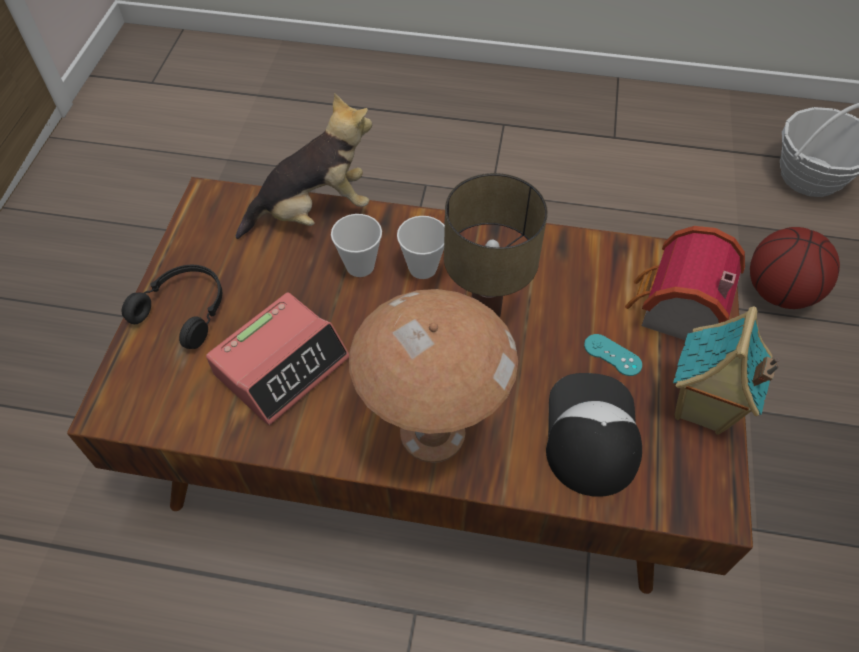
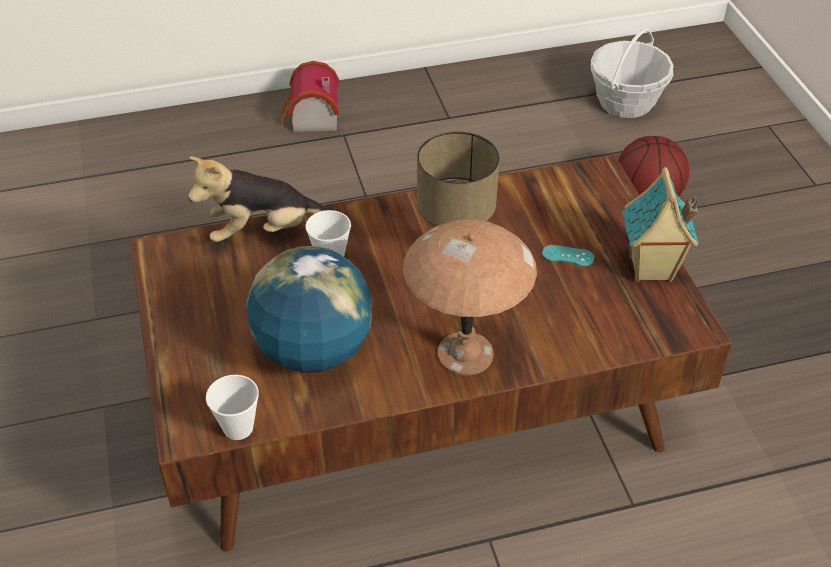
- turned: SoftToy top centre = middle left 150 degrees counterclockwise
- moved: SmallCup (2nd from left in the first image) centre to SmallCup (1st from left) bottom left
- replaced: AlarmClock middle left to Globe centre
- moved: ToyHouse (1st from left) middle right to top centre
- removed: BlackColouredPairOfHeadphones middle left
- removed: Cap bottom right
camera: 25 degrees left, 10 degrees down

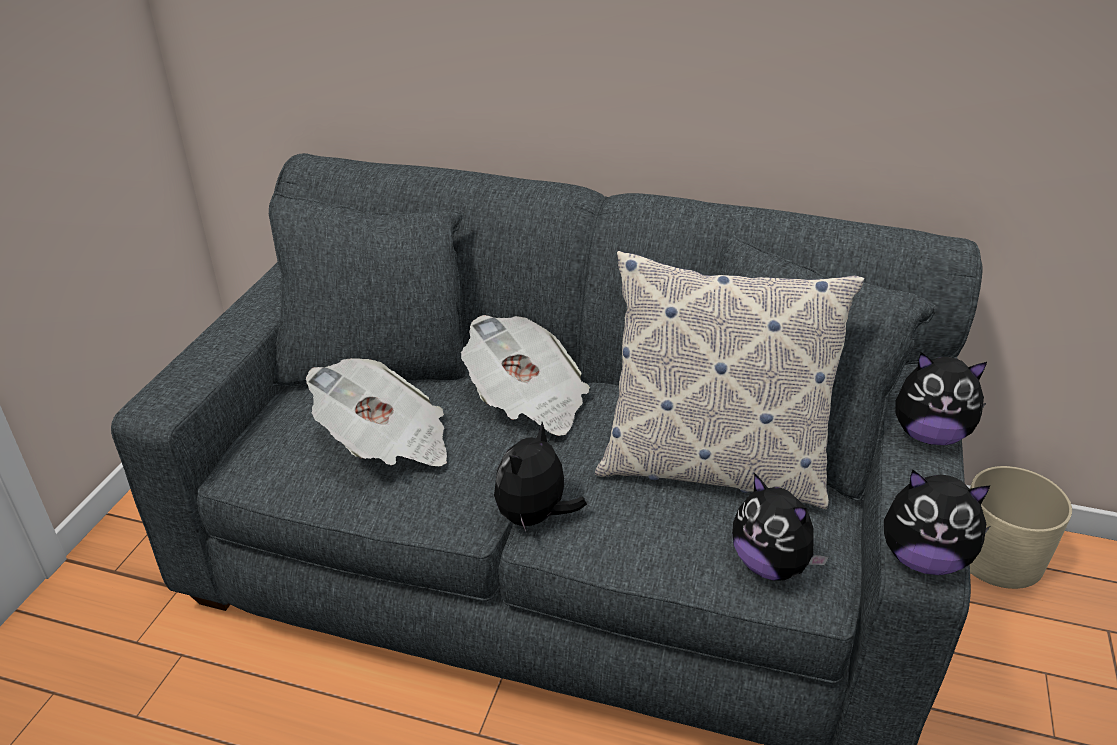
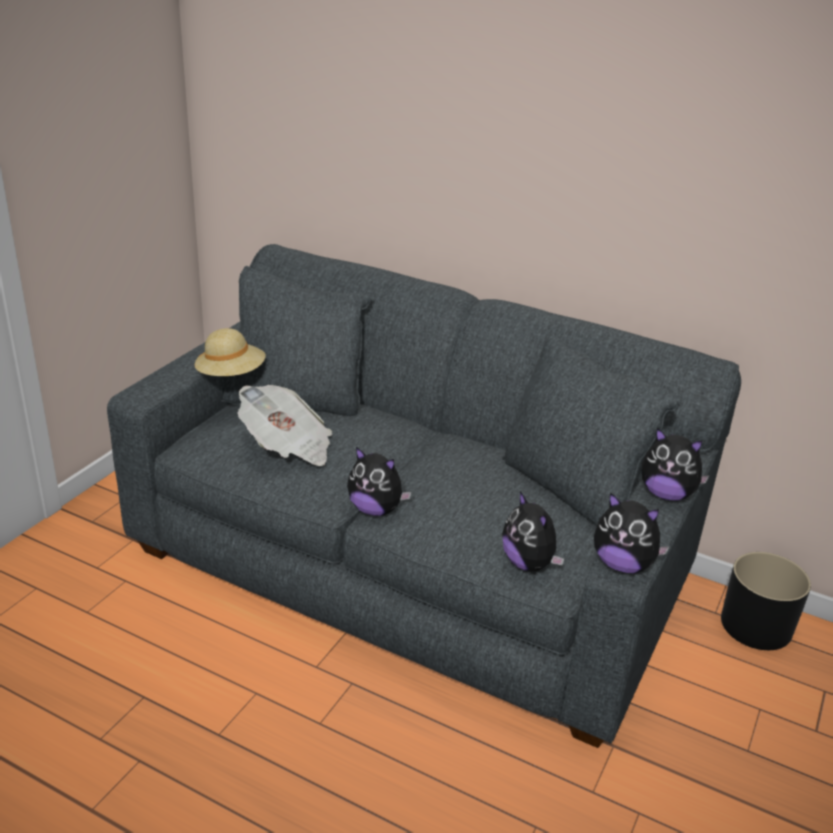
- added: BeigeColouredHat middle left
- turned: SoftToy (1st from left) centre = centre 105 degrees counterclockwise
- recoloured: BeigeColouredPlanter bottom right to BlackColouredPlanter bottom right
- removed: DailyPaper (2nd from left) centre
- removed: ThrowPillow centre
camera: 10 degrees right, 5 degrees down

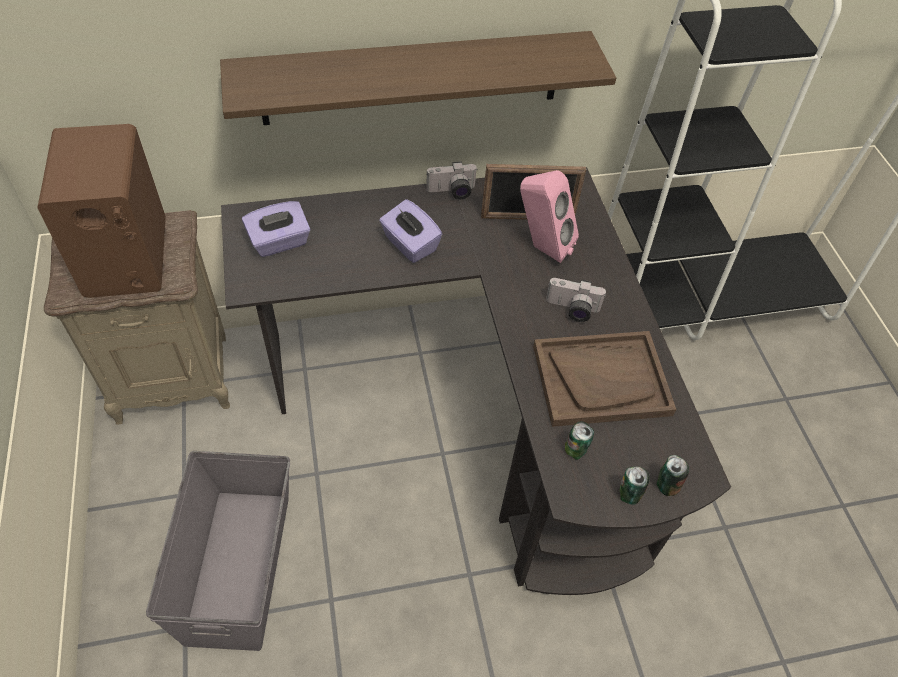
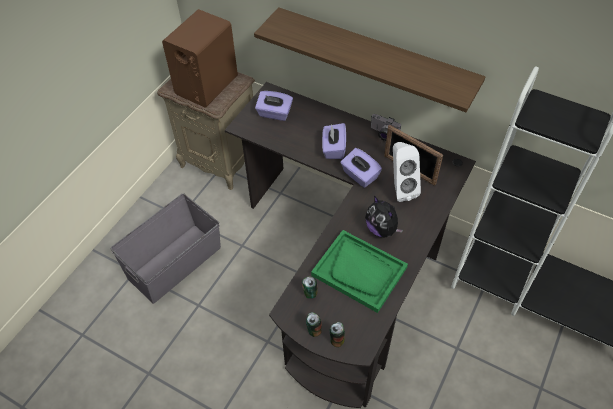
- recoloured: BrownishCarryingTray middle right to GreenishCarryingTray centre
- added: PurpleTissueHolder (3rd from left) centre
- replaced: PhotoCamera (2nd from left) centre to SoftToy centre
- recoloured: PinkColouredSpeaker top centre to WhiteColouredSpeaker centre
camera: 45 degrees right, 0 degrees up

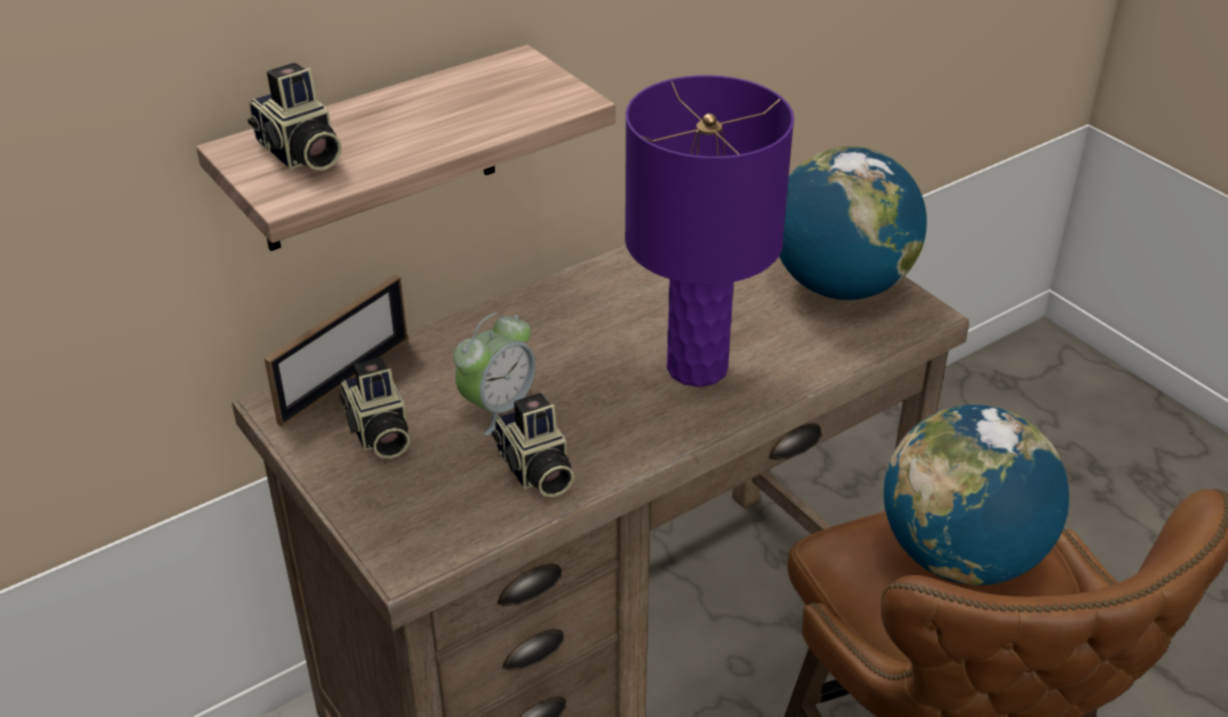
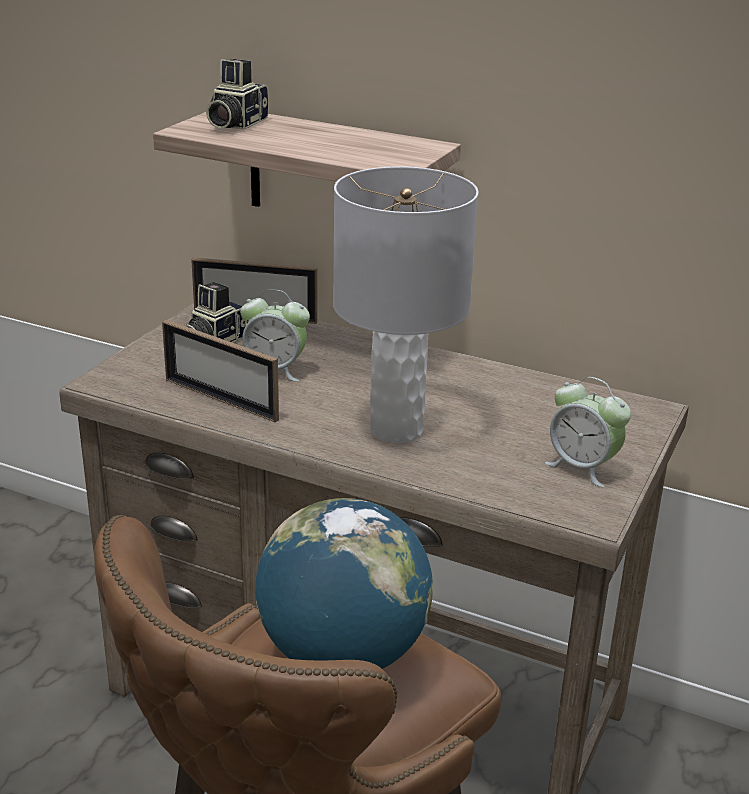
- replaced: PhotoCamera (3rd from left) centre to PictureFrame (1st from left) middle left
- recoloured: PurpleLampForATable top centre to GrayLampForATable centre
- replaced: Globe (1st from left) top right to AlarmClock (2nd from left) middle right
camera: 60 degrees right, 10 degrees down

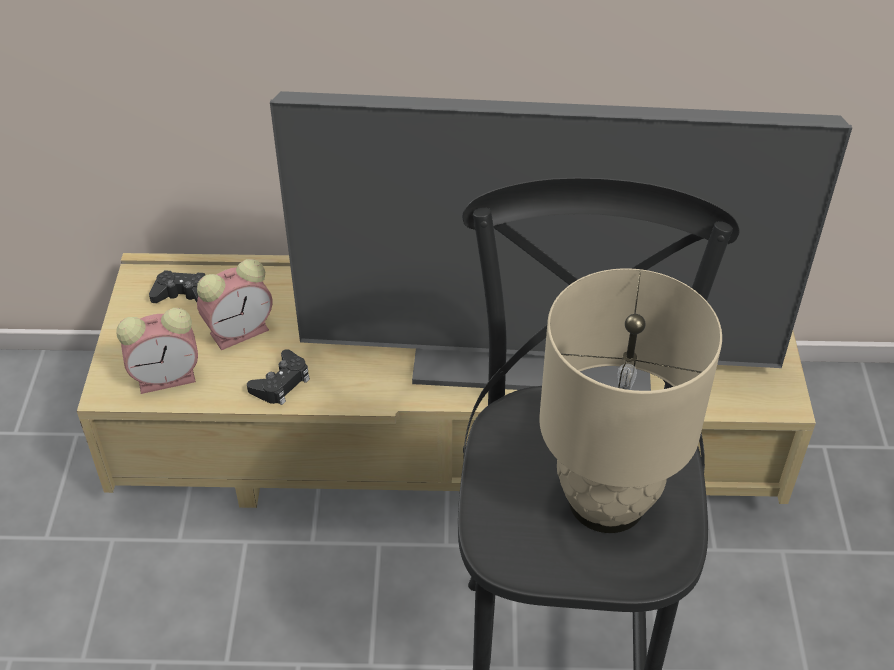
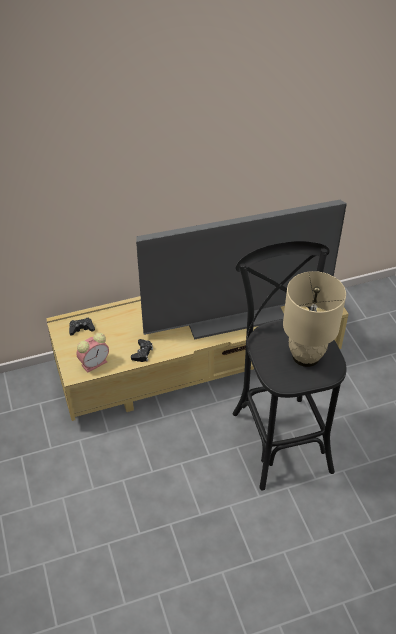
- removed: AlarmClock (2nd from left) middle left
camera: 20 degrees left, 0 degrees up

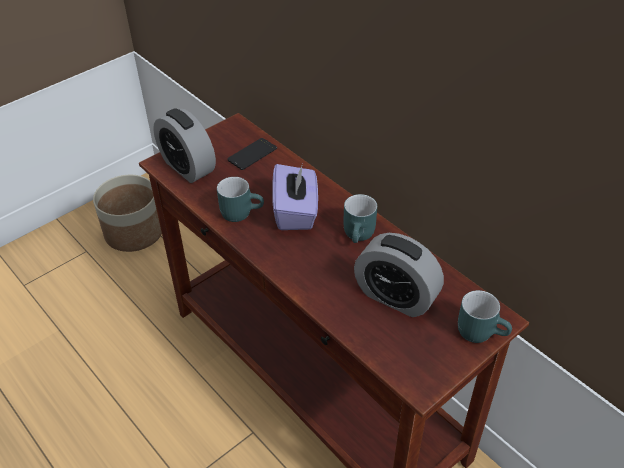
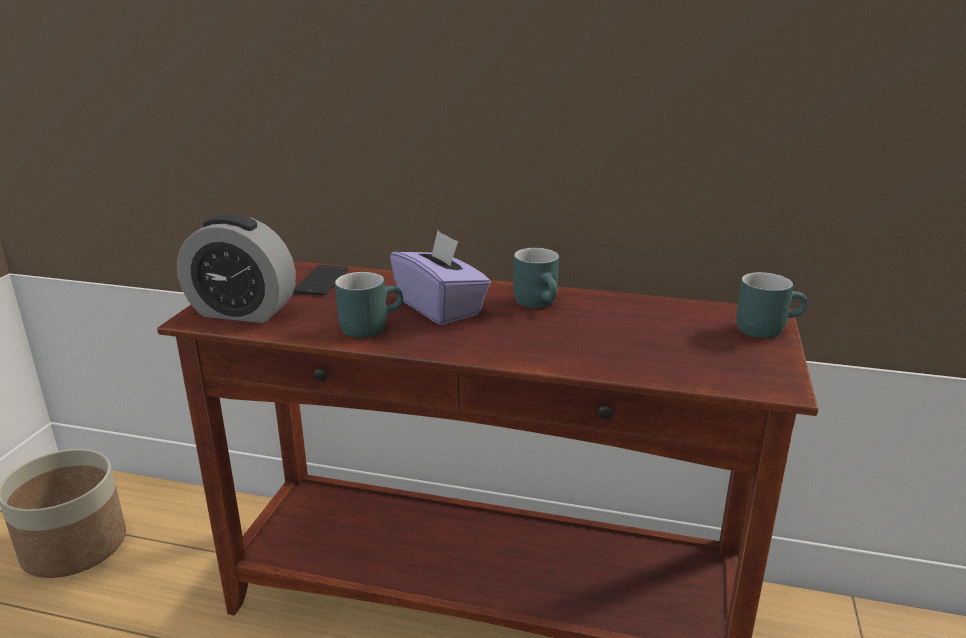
- removed: AlarmClock (2nd from left) centre
camera: 35 degrees left, 20 degrees down

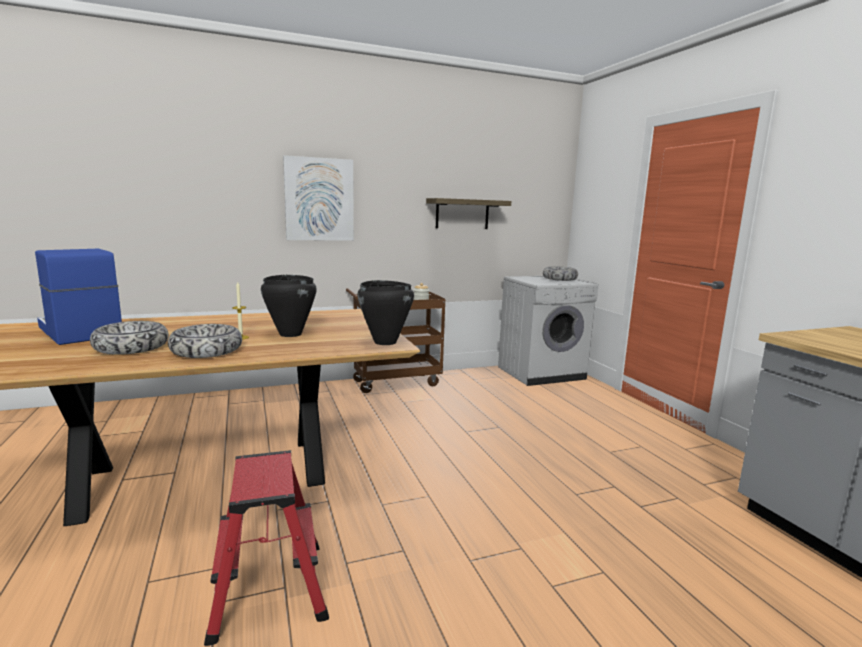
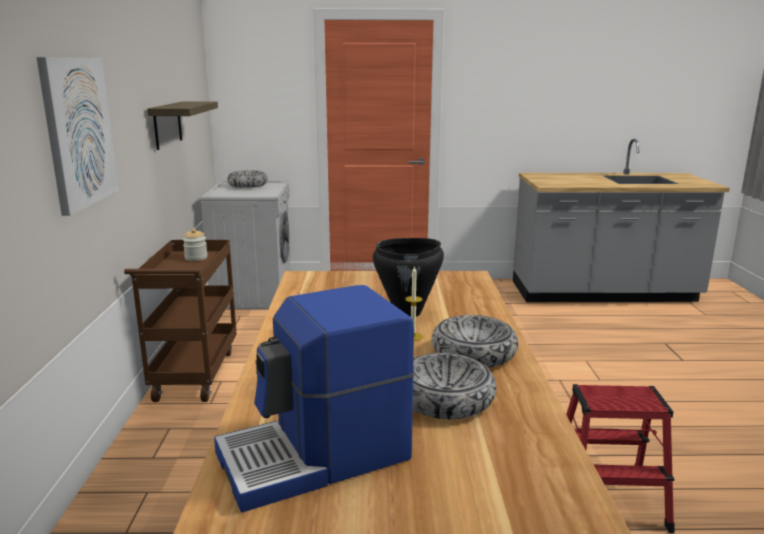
- removed: BlackColouredCookingPot (2nd from left) centre
camera: 70 degrees left, 5 degrees up

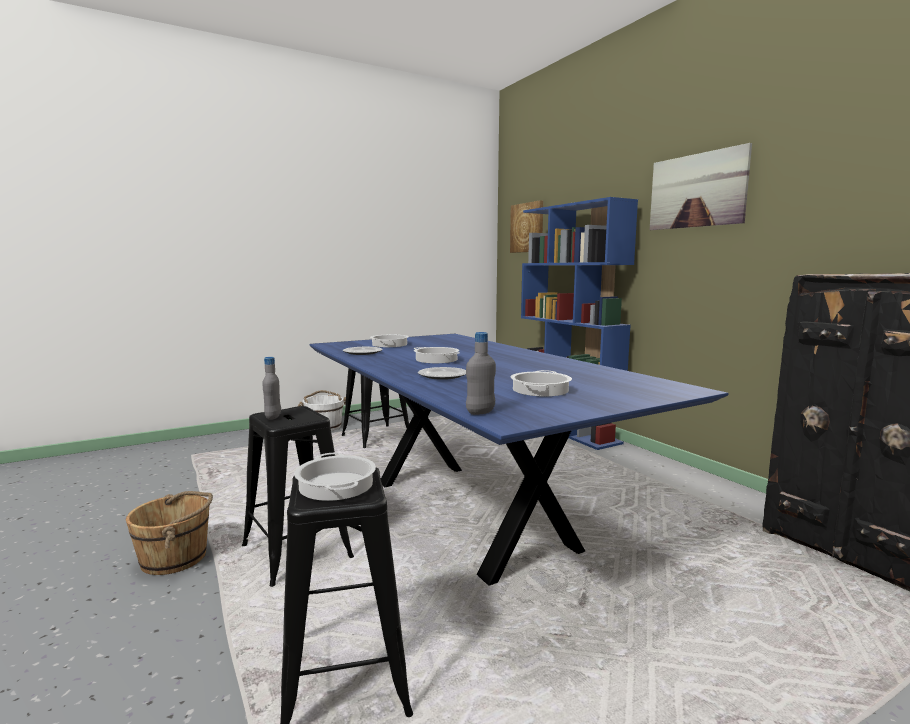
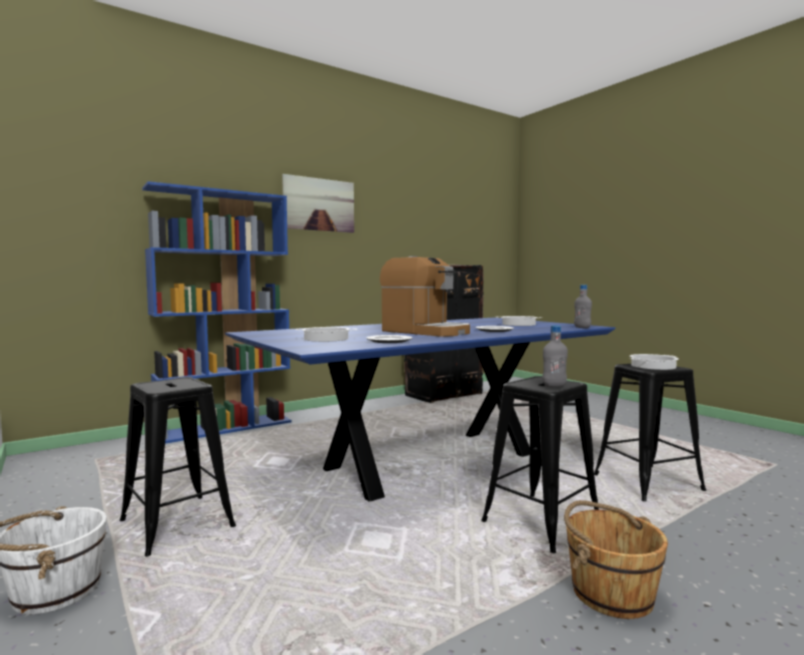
- replaced: CookingPot (3rd from left) centre to CoffeeMachine centre
- removed: WallPicture (1st from left) top centre
camera: 95 degrees left, 5 degrees down

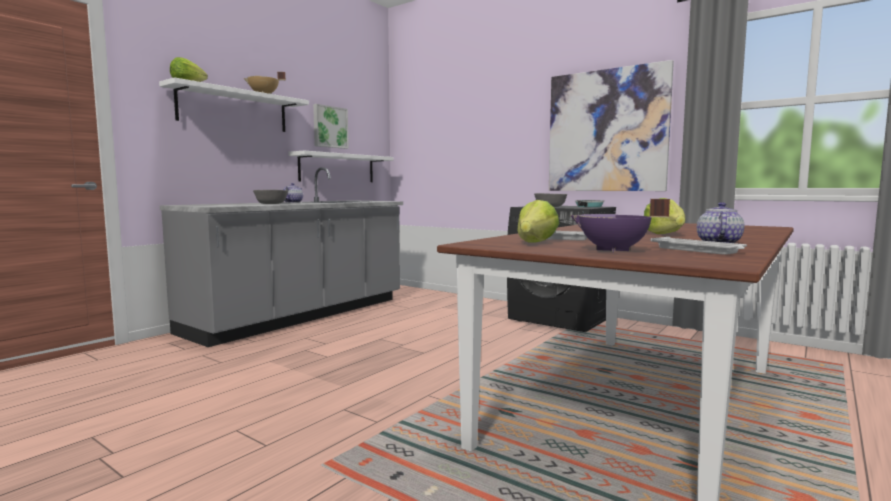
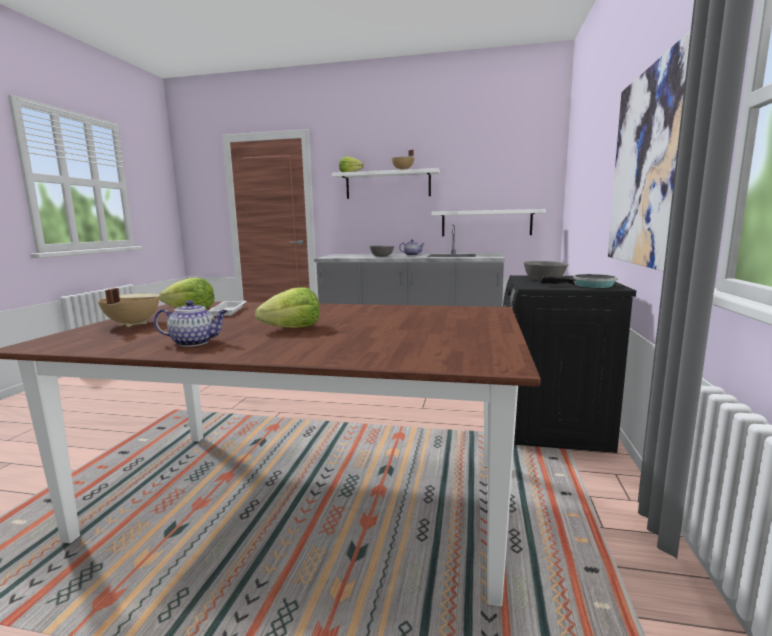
- recoloured: PurpleCookingPot middle right to BeigeColouredCookingPot (1st from left) middle left
- removed: WallPicture (1st from left) top centre
- removed: WhiteColouredCarryingTray (2nd from left) middle right
camera: 65 degrees right, 5 degrees up

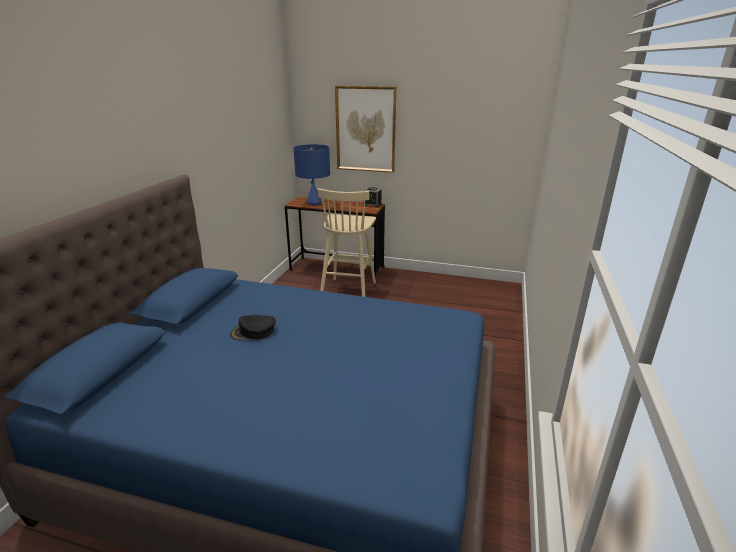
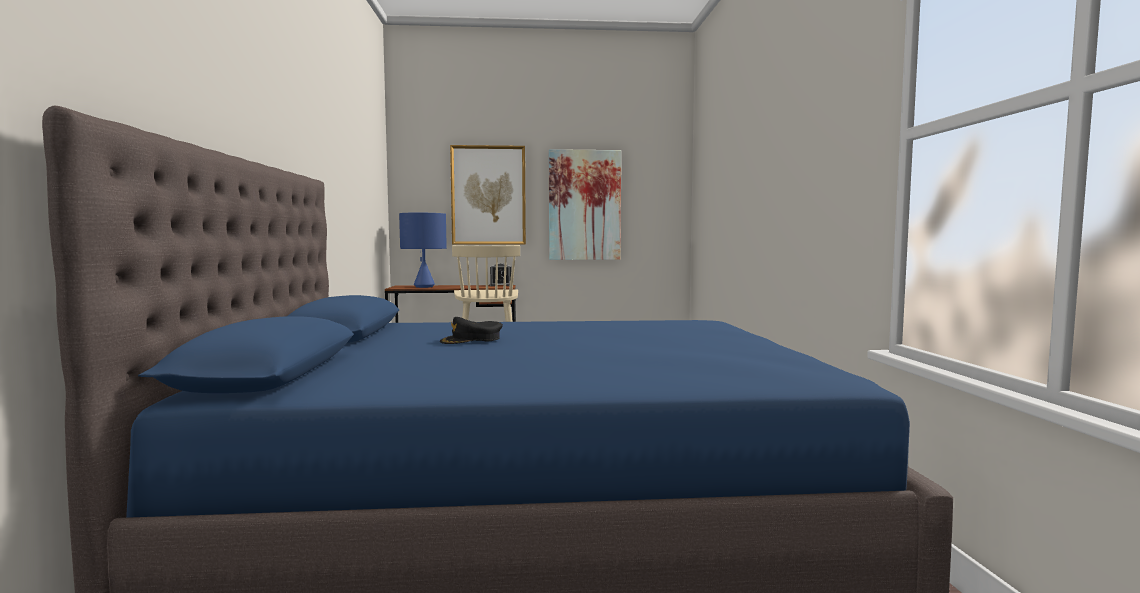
- added: WallPicture (2nd from left) centre
camera: 20 degrees left, 20 degrees down

